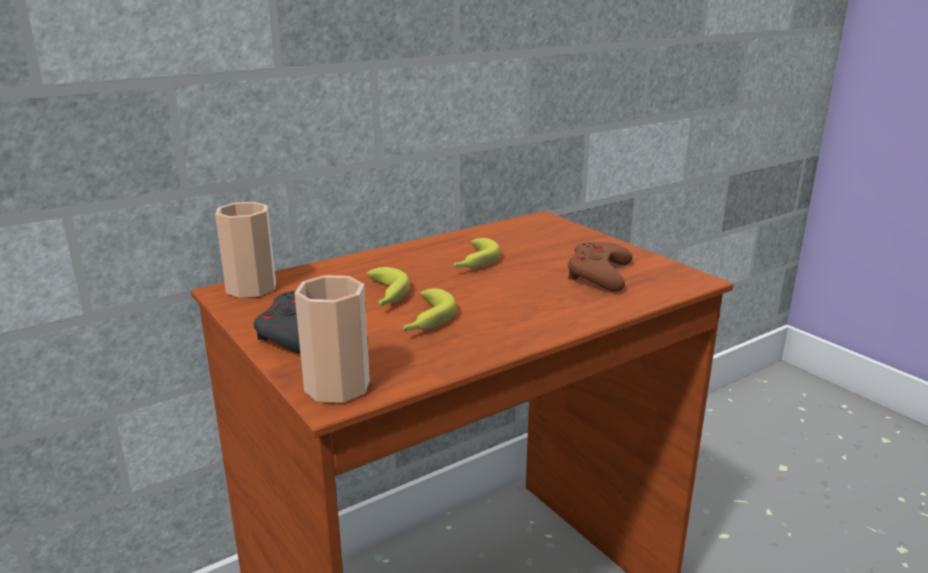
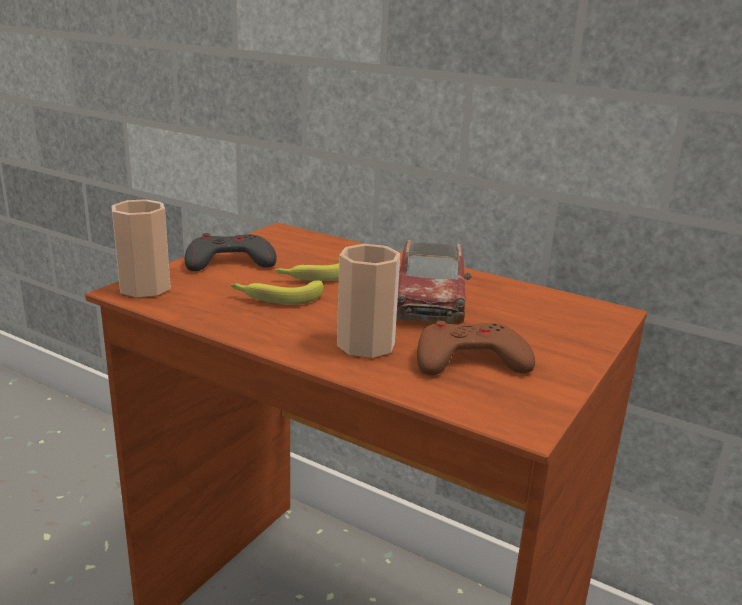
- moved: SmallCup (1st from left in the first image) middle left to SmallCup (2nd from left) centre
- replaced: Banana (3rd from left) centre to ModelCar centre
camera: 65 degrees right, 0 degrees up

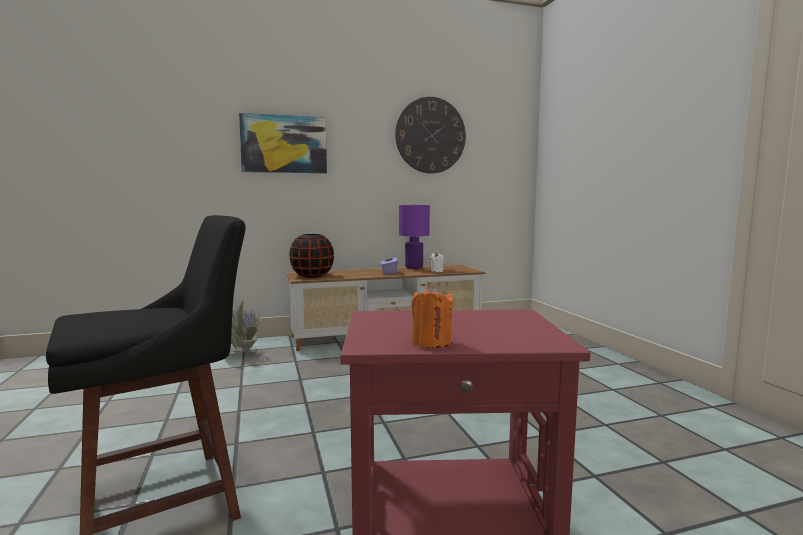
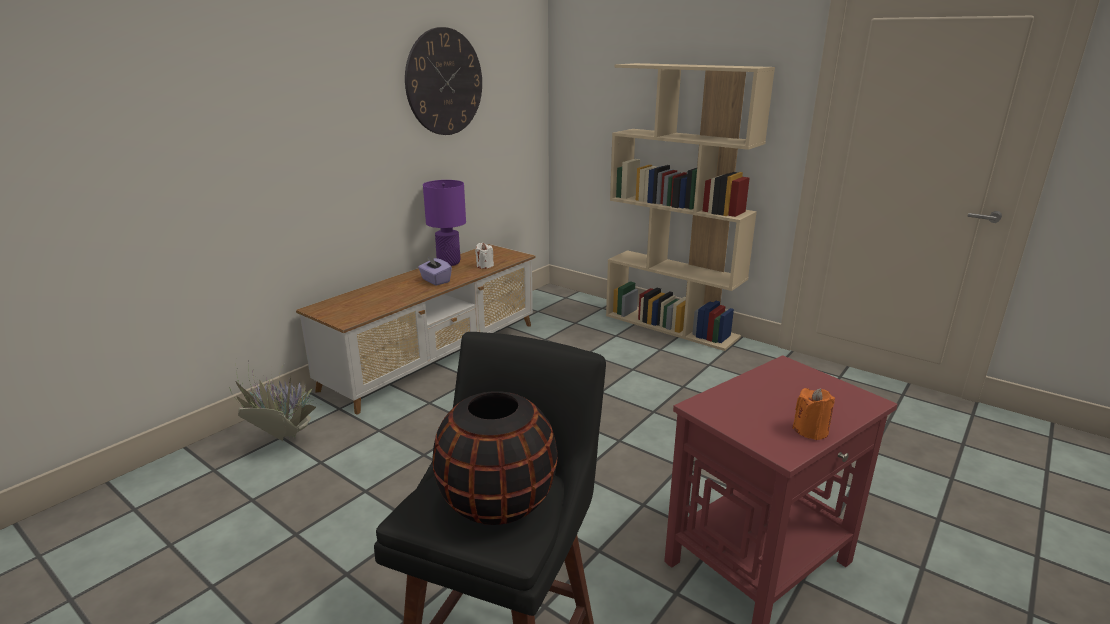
- moved: BlackColouredDecorativeVase centre to bottom centre
- added: BeigeColouredBookcase top centre
- removed: WallPicture top centre
camera: 35 degrees left, 15 degrees up

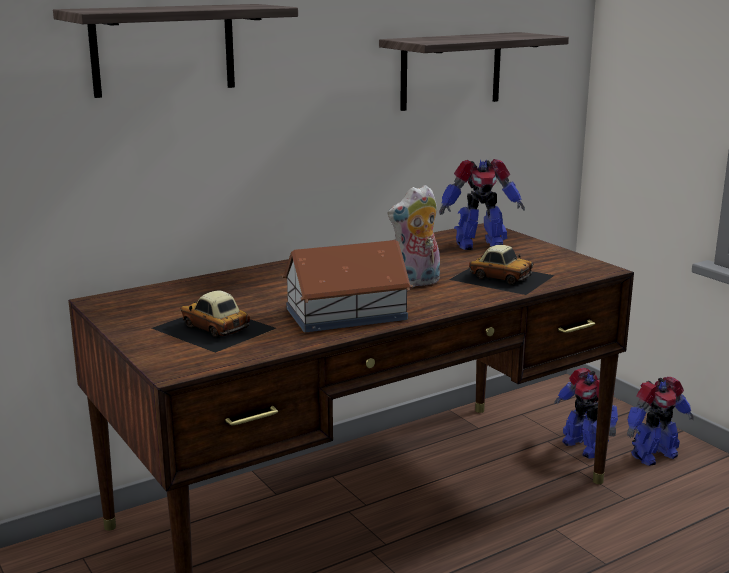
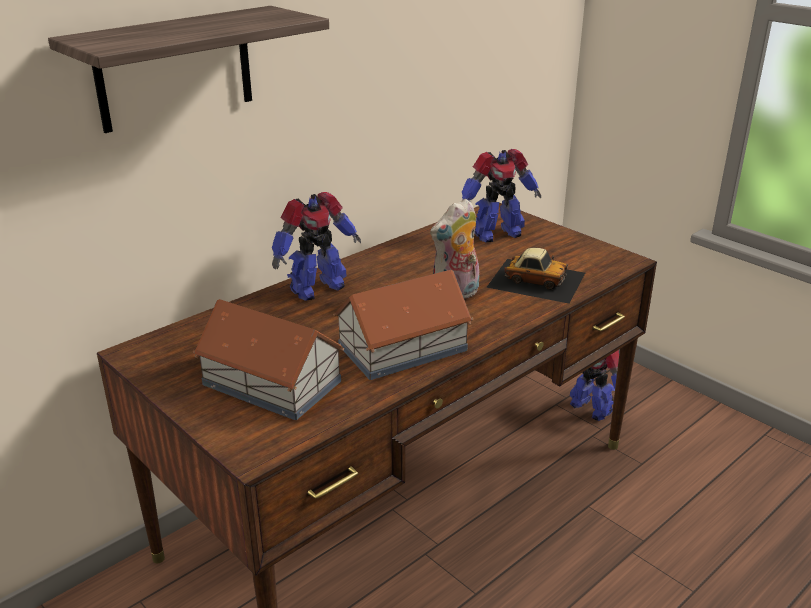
- replaced: ModelCar (1st from left) middle left to ToyHouse (1st from left) middle left
- moved: RobotFigure (3rd from left in the first image) bottom right to RobotFigure (1st from left) centre
- removed: BracketShelf (2nd from left) top centre
camera: 10 degrees left, 10 degrees up

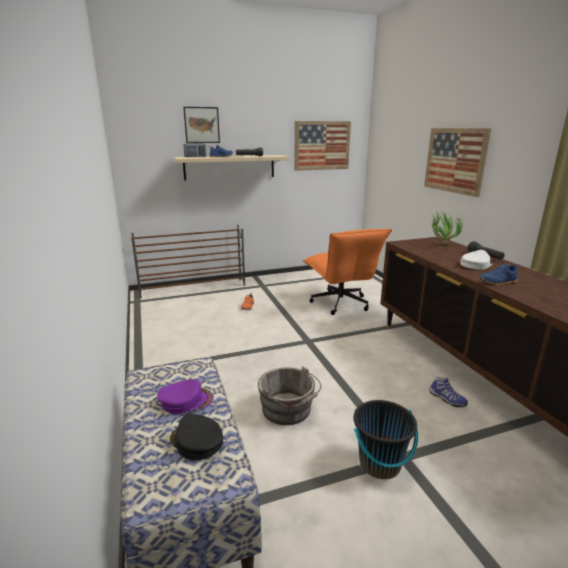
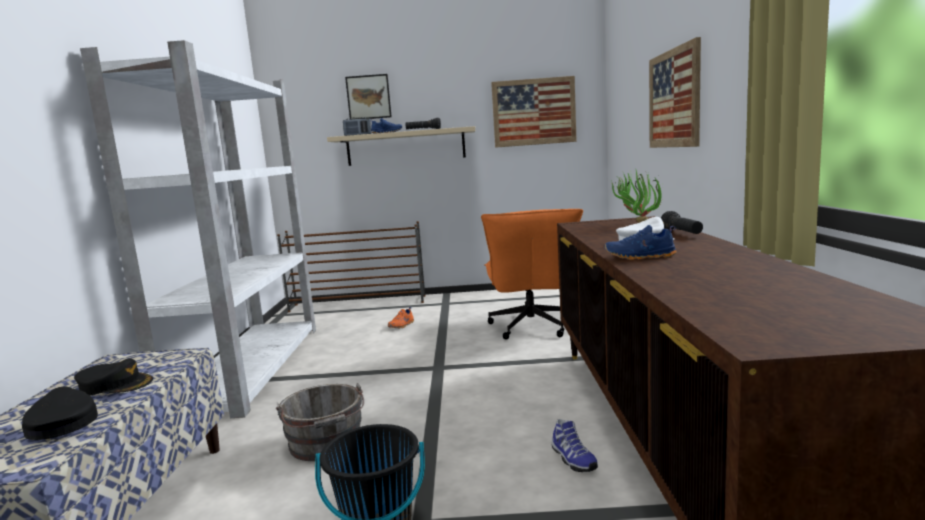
- recoloured: PurpleCap bottom left to BlackColouredCap (2nd from left) bottom left
- added: WhiteColouredBookcase middle left
camera: 20 degrees right, 10 degrees down

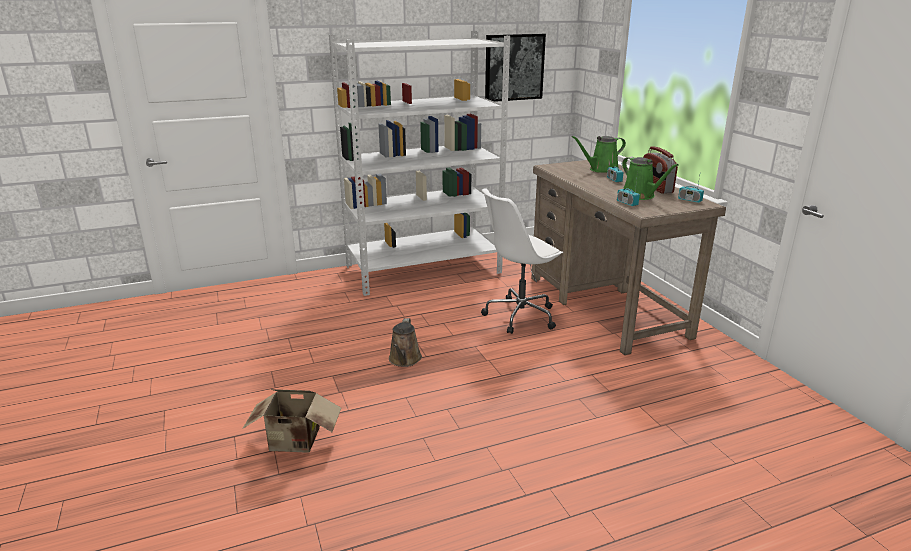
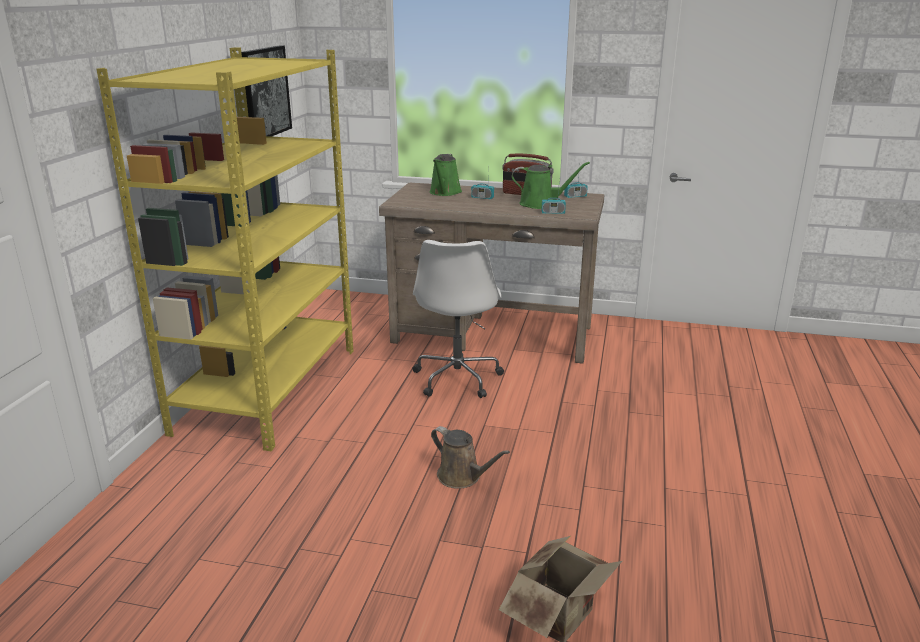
- recoloured: WhiteColouredBookcase top centre to YellowishBookcase middle left
camera: 55 degrees left, 0 degrees up

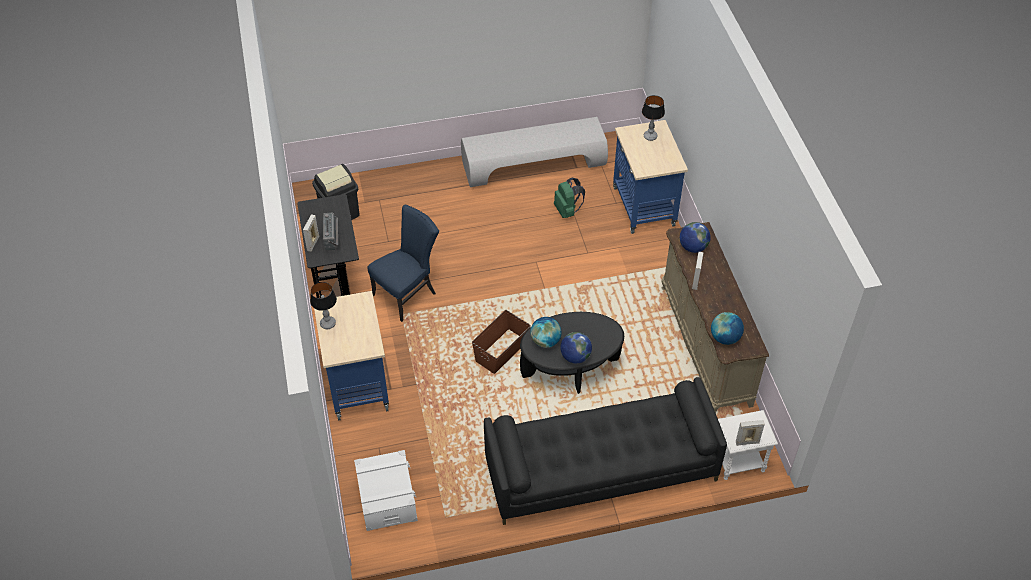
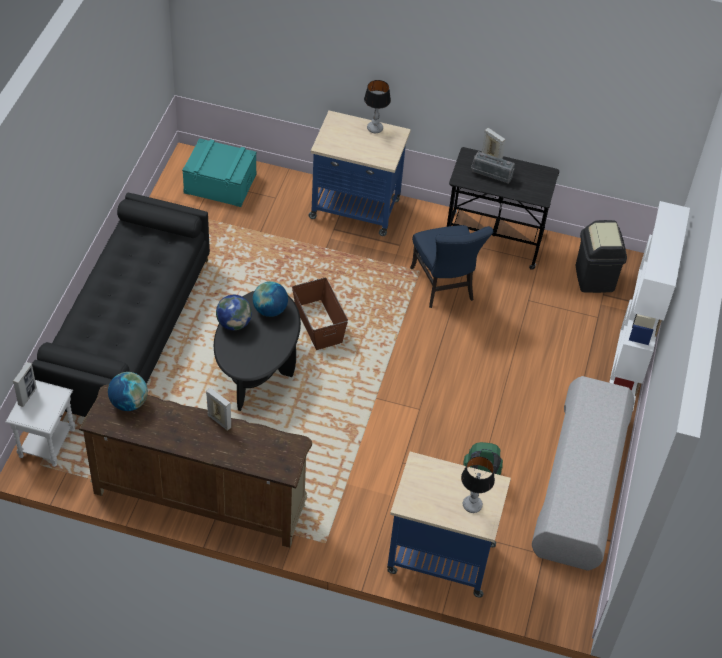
- recoloured: WhiteColouredStorageBox bottom centre to TurquoiseColouredStorageBox top left
- added: WhiteColouredBookcase middle right
- removed: Globe (3rd from left) middle right
camera: 115 degrees right, 0 degrees up

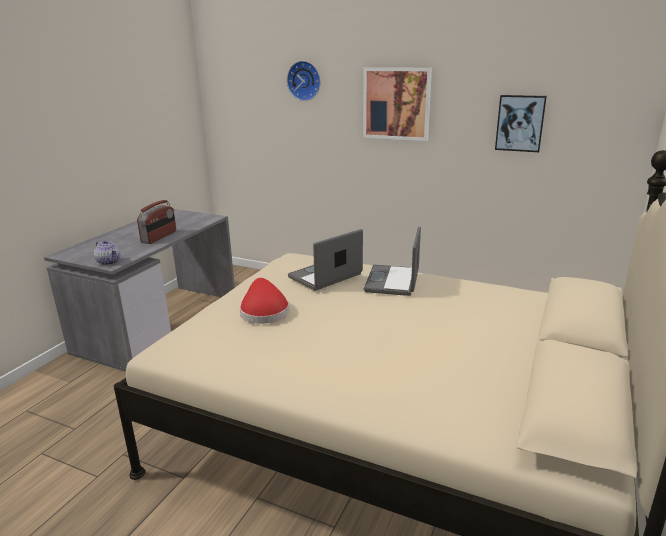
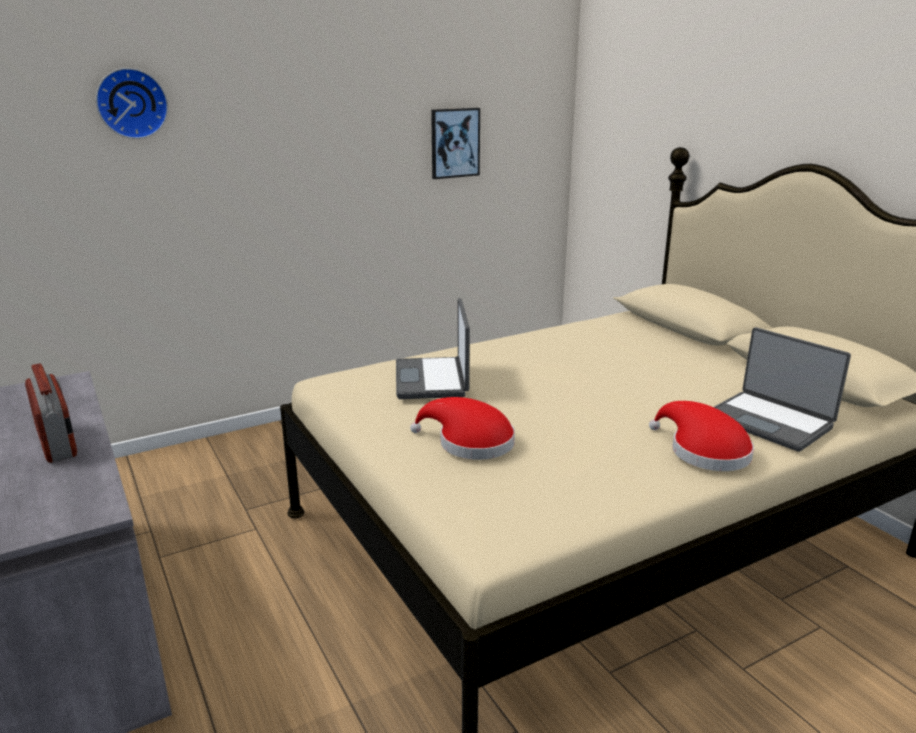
- added: RedColouredHat (2nd from left) middle right
- moved: Laptop (2nd from left) centre to middle right
- removed: PotForTea middle left
- removed: WallPicture (1st from left) top centre
camera: 55 degrees left, 0 degrees up

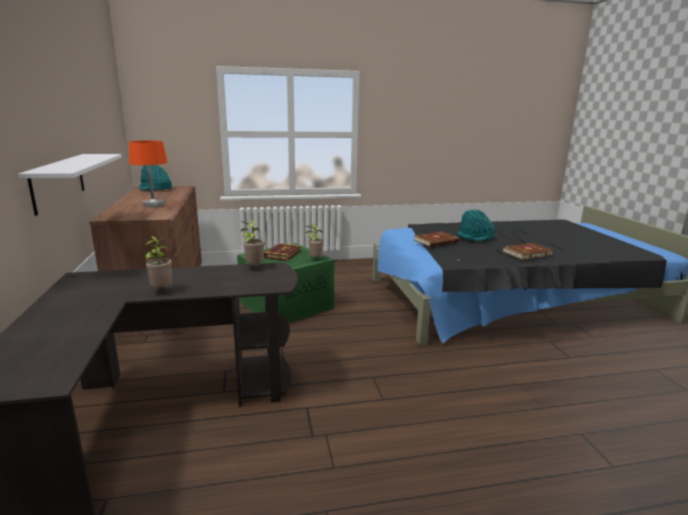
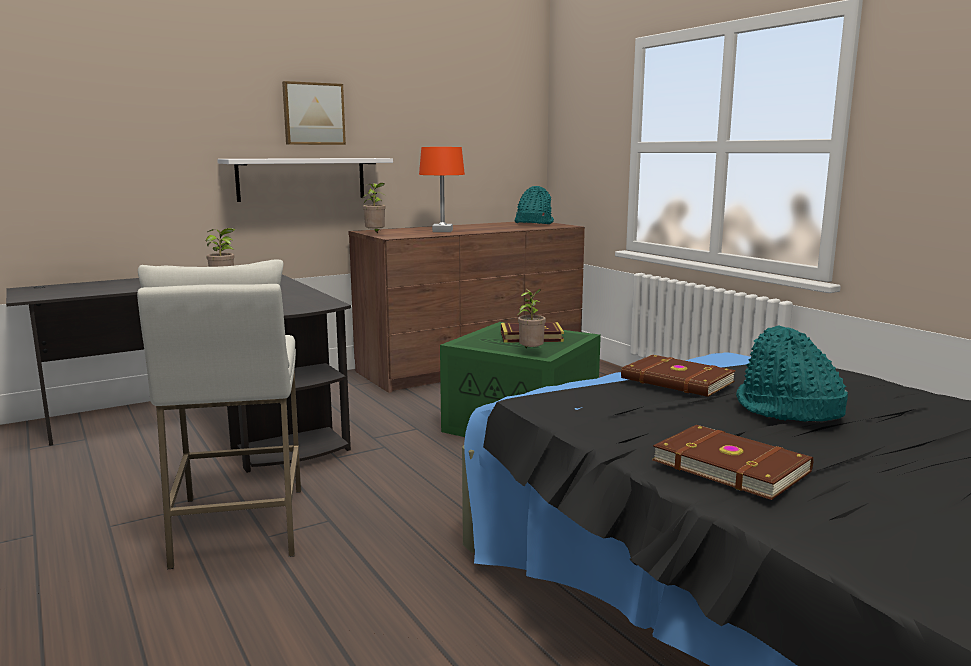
- added: WhiteColouredStoolSeat middle left
- added: WallPicture top left
- moved: PottedPlant (2nd from left) centre to top centre
camera: 70 degrees right, 5 degrees down

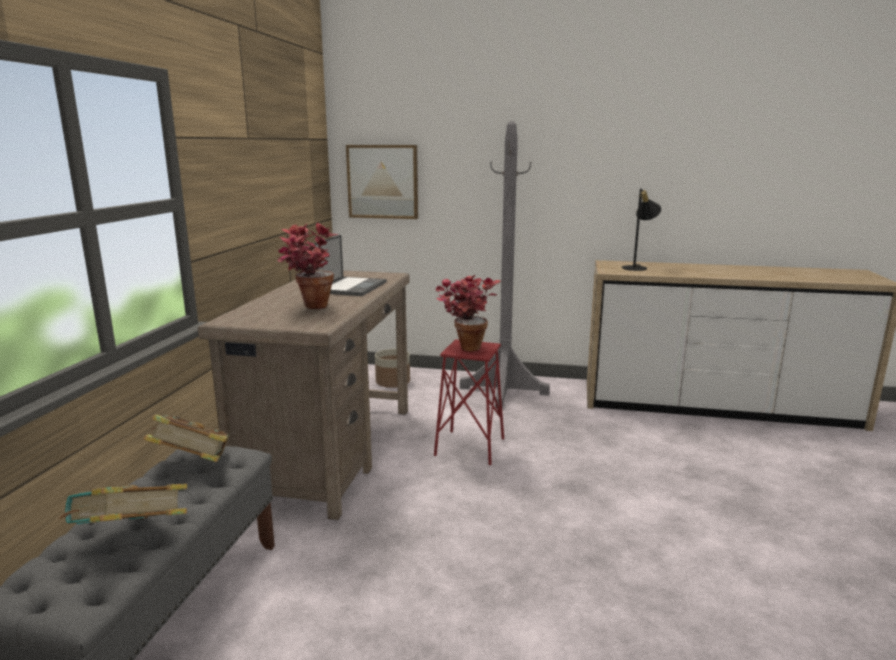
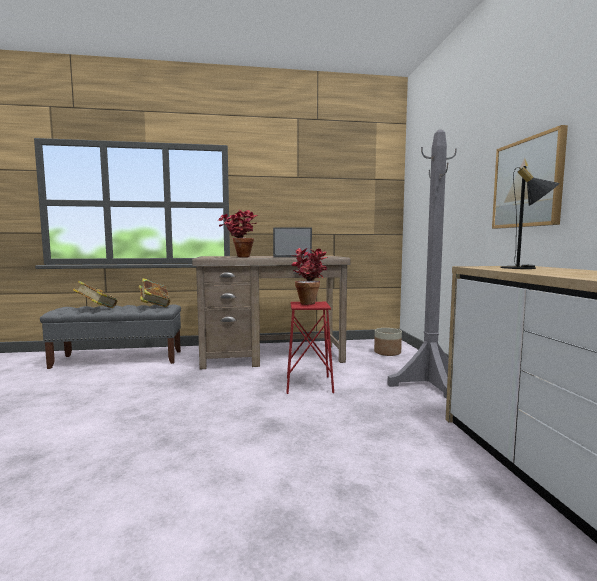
- moved: WallPicture top centre to top right
camera: 70 degrees right, 10 degrees down

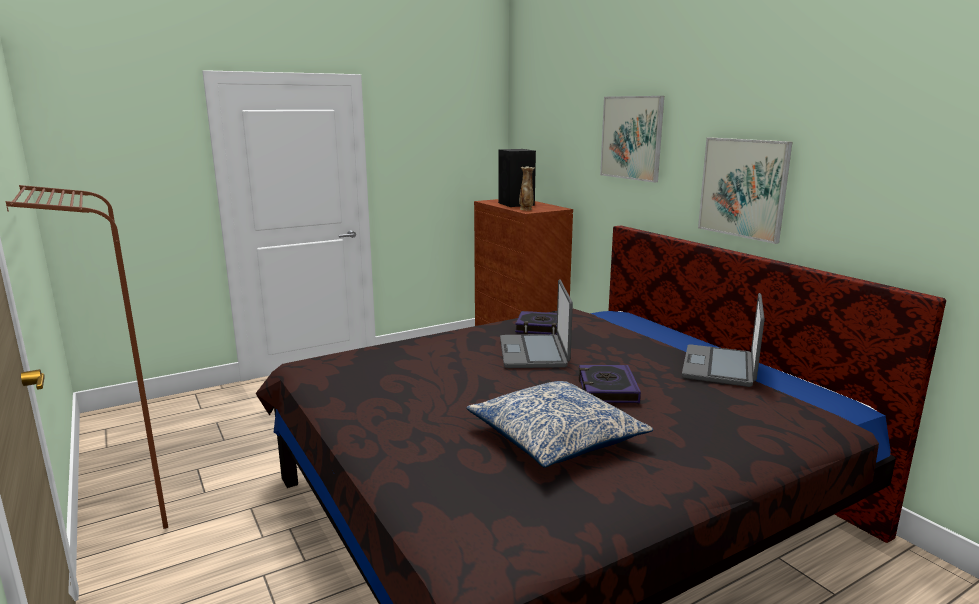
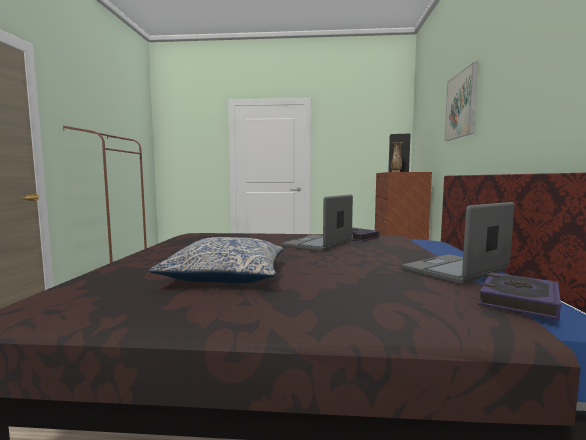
- moved: Volume (2nd from left) centre to bottom right
- removed: WallPicture (2nd from left) top right
camera: 35 degrees right, 10 degrees down

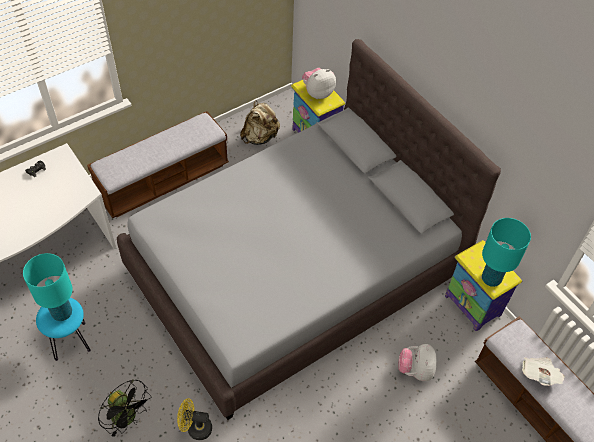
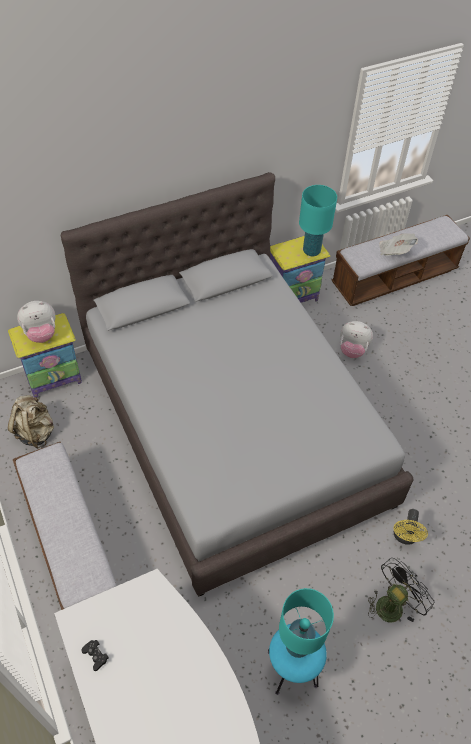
- turned: SoftToy (1st from left) top centre = middle left 90 degrees counterclockwise
camera: 80 degrees left, 0 degrees up

